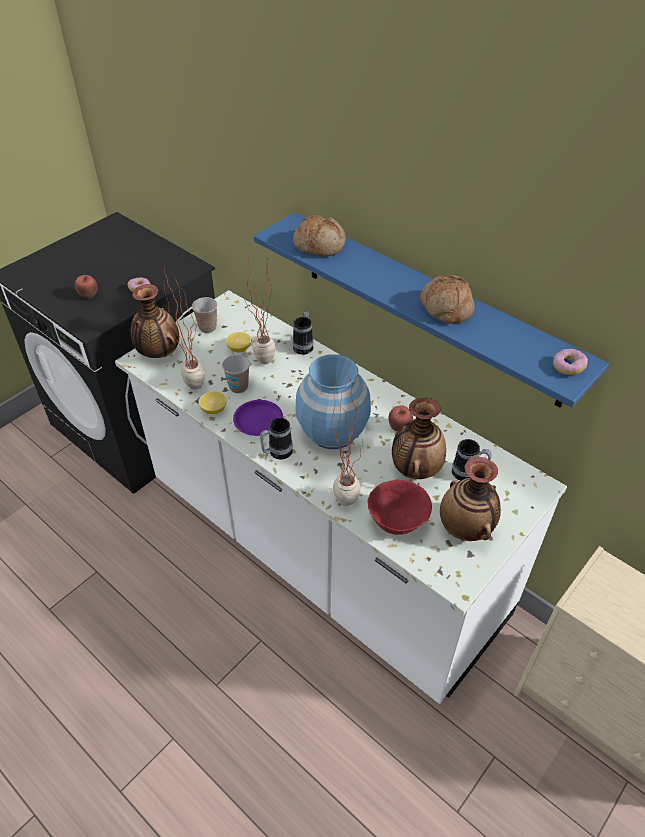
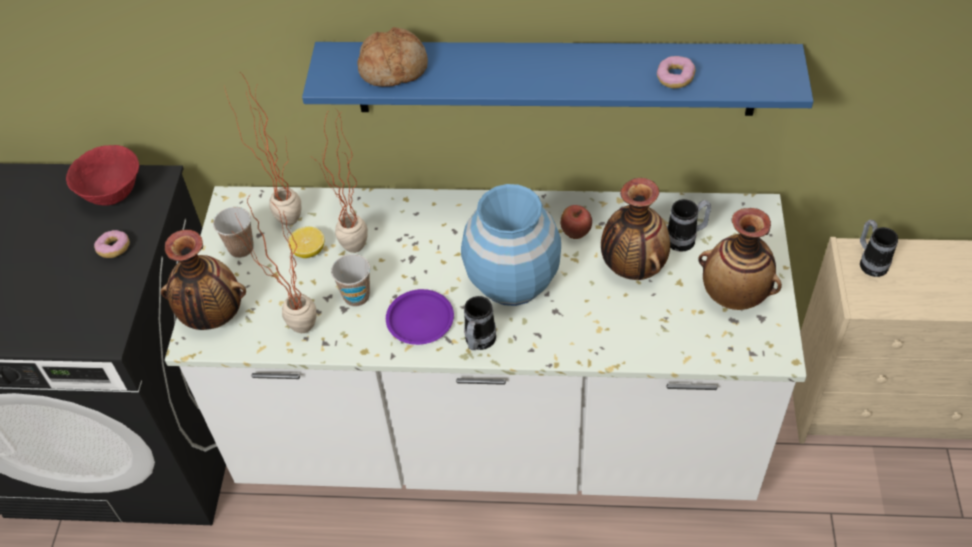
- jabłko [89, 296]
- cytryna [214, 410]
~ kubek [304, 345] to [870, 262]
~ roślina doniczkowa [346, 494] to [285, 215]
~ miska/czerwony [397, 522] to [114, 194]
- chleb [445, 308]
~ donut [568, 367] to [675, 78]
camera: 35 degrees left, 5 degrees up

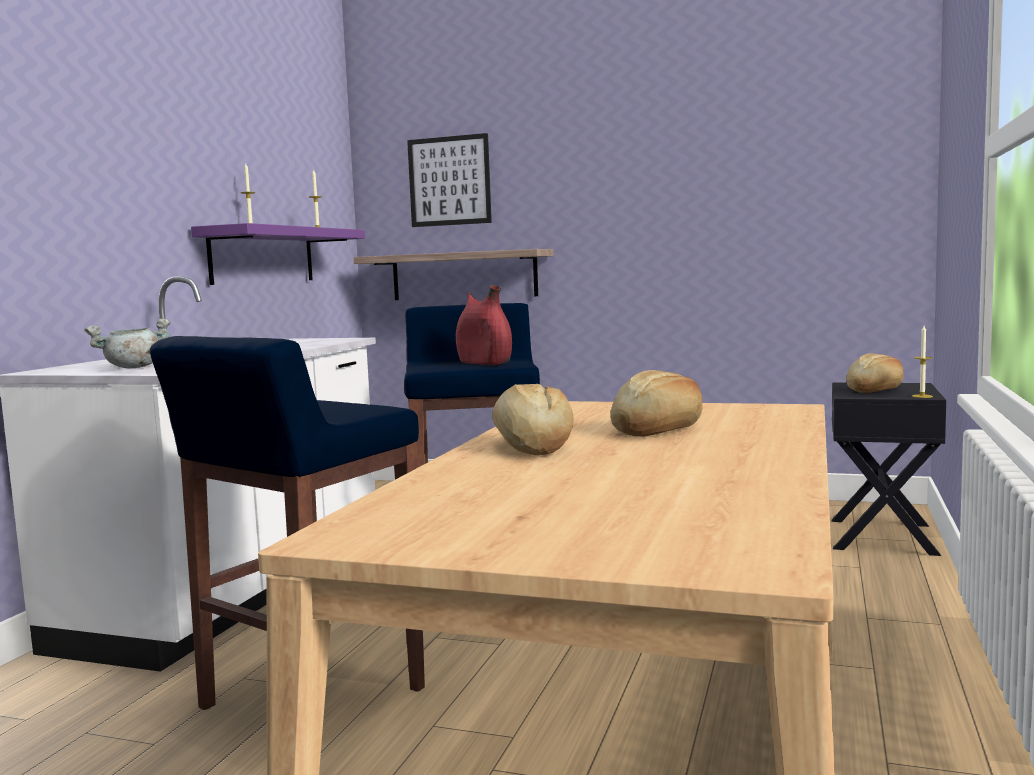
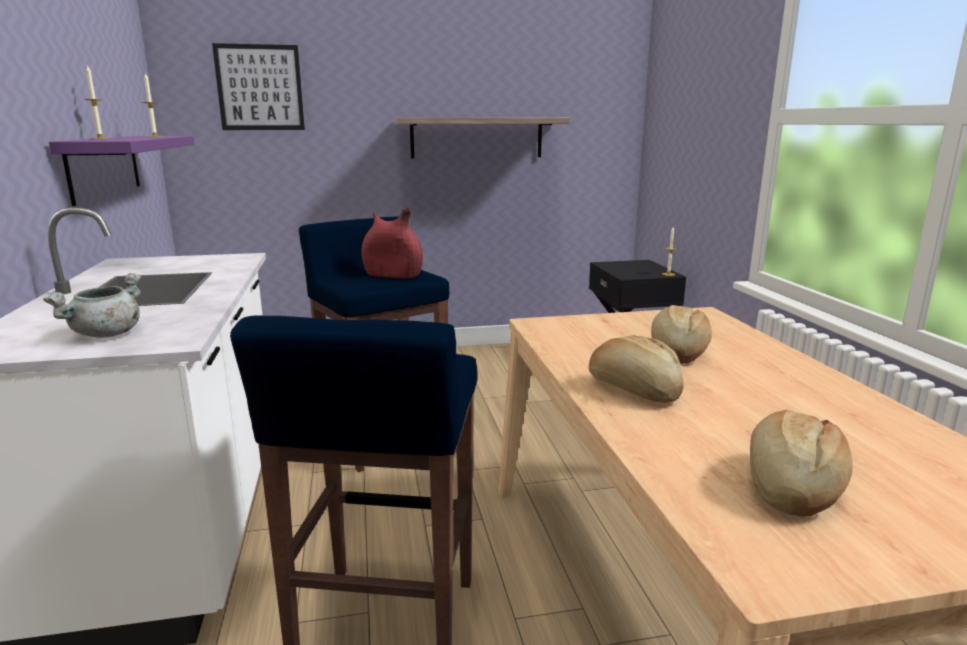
~ półka [464, 275] to [477, 137]
~ chleb [874, 390] to [789, 486]
camera: 30 degrees left, 10 degrees up

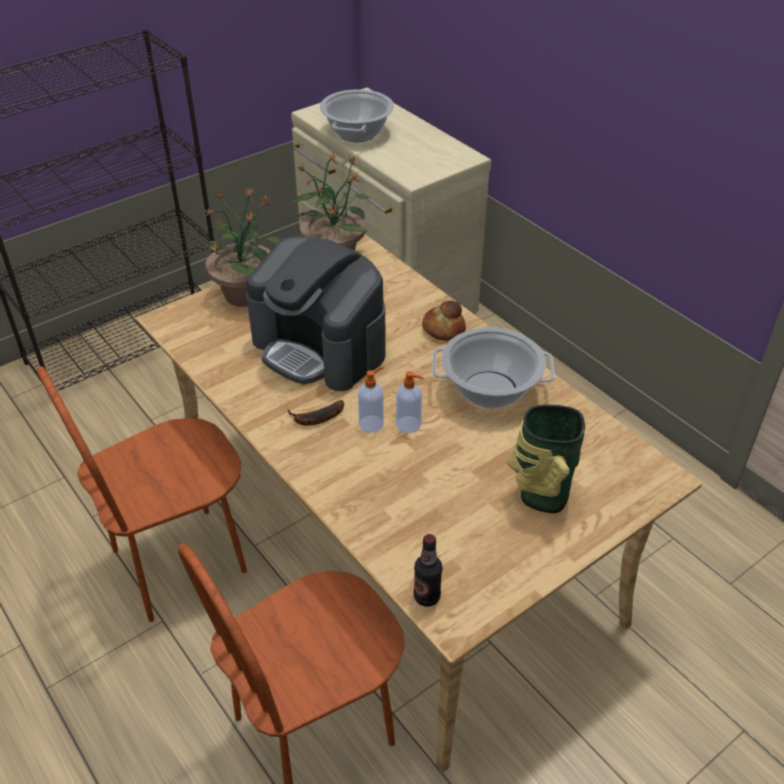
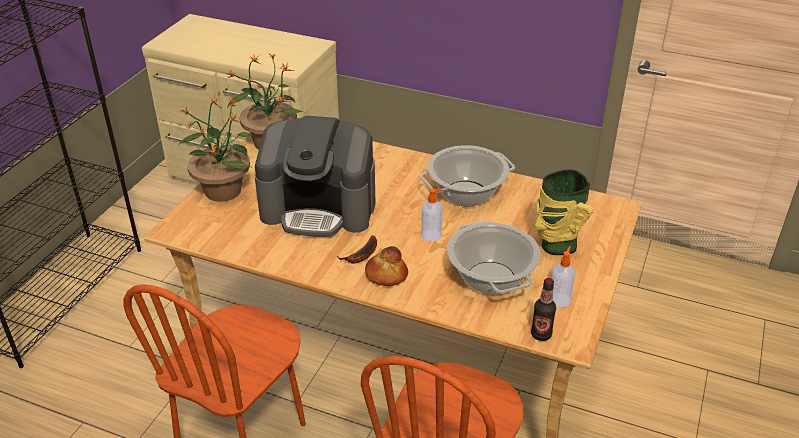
~ garnek [357, 133] to [491, 278]
~ dozownik mydła [372, 423] to [559, 299]
~ chleb [444, 329] to [386, 275]
camera: 30 degrees left, 5 degrees down

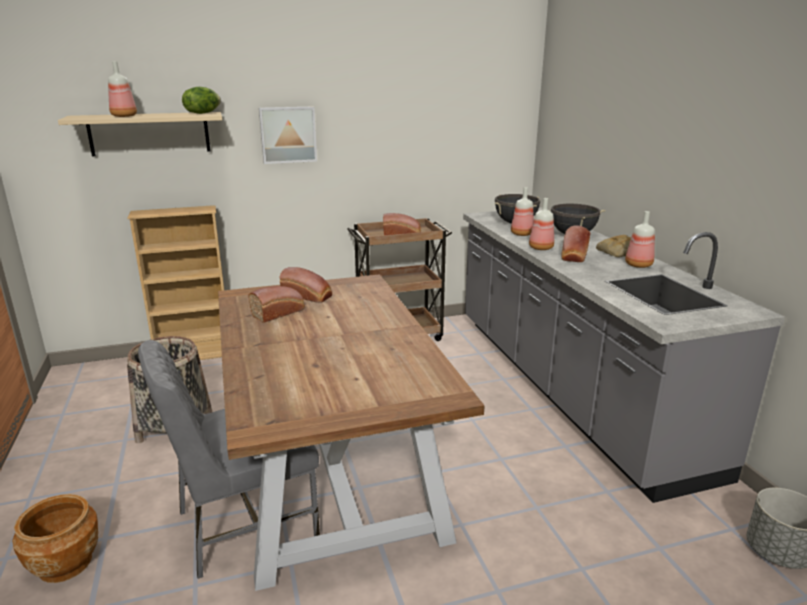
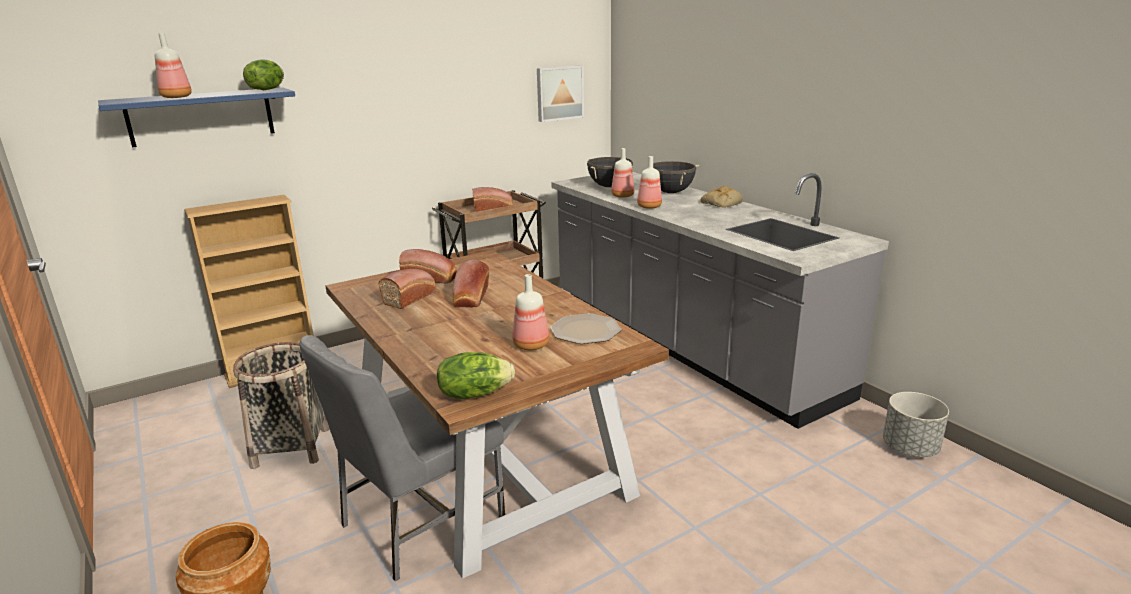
~ półka/beżowy [149, 133] to półka/niebieski [201, 116]
~ obraz [288, 134] to [559, 93]
~ chleb [574, 255] to [471, 298]
~ butelka [637, 265] to [529, 345]
+ sałata [474, 393]
+ talerz [585, 330]
camera: 15 degrees left, 0 degrees up

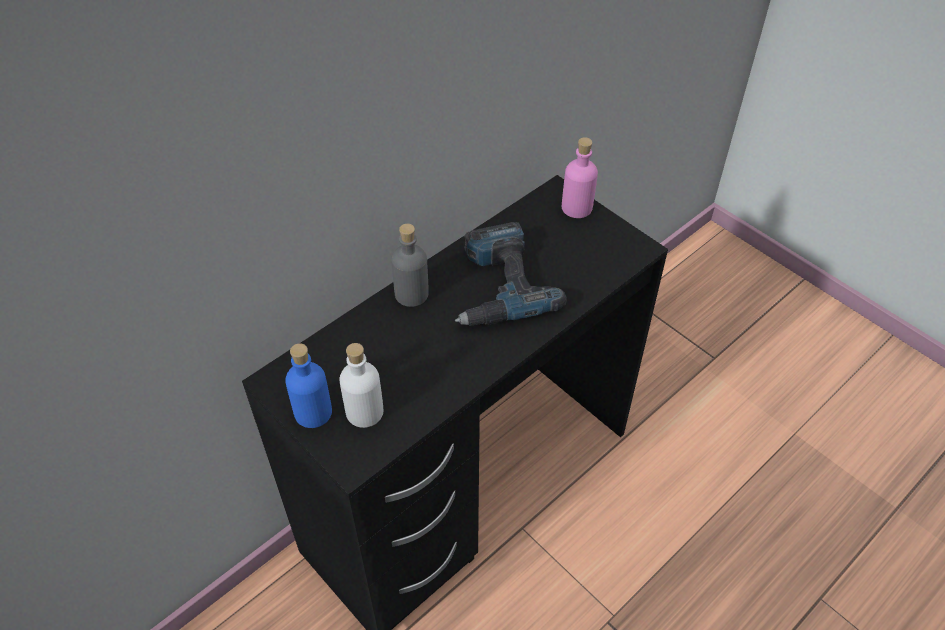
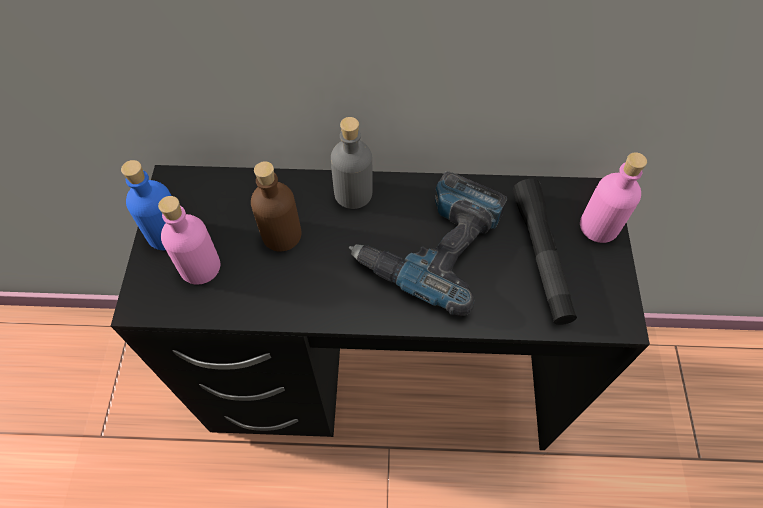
~ butelka/biały [364, 412] to butelka/różowy [200, 266]
+ butelka/brązowy [281, 234]
+ latarka/czarny [541, 256]
camera: 45 degrees right, 10 degrees up

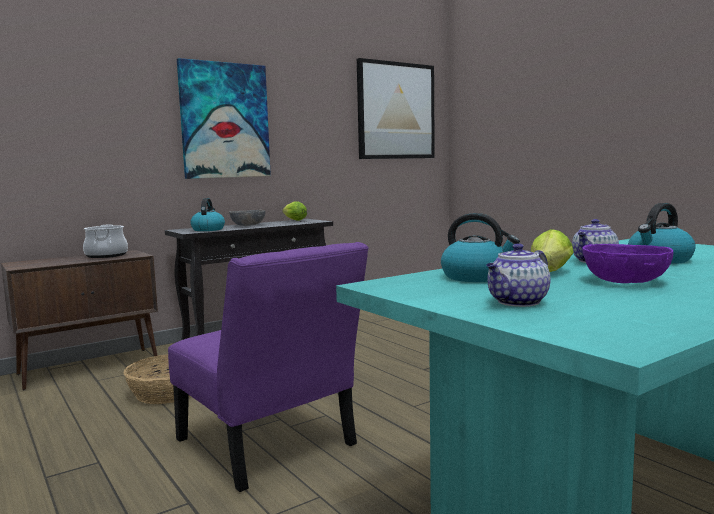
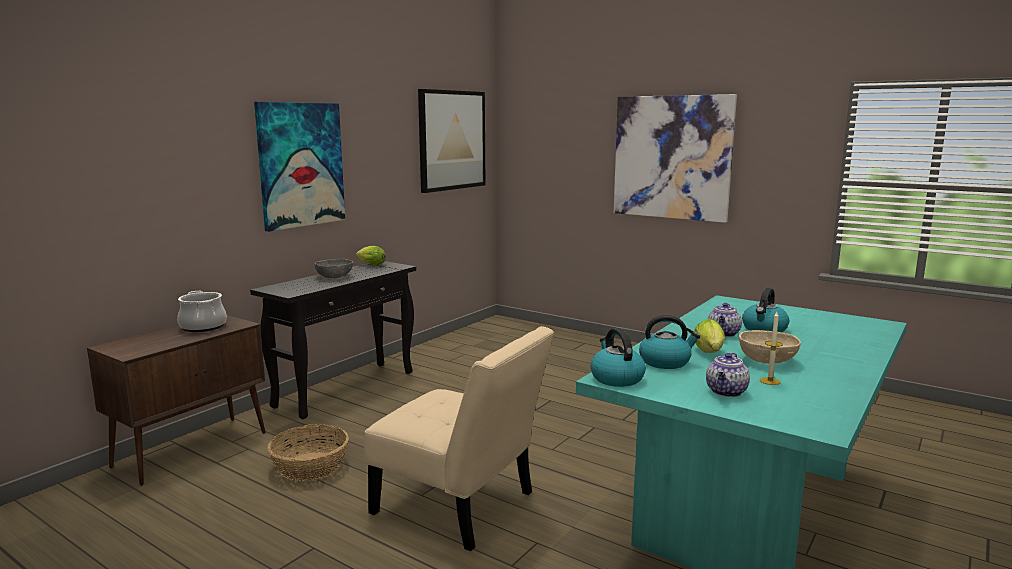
~ krzesło/fioletowy [270, 447] to krzesło/beżowy [460, 506]
~ czajnik [208, 229] to [616, 378]
~ miska/fioletowy [625, 281] to miska/beżowy [767, 360]
+ obraz [672, 157]
+ świeca [770, 381]
camera: 20 degrees left, 5 degrees up

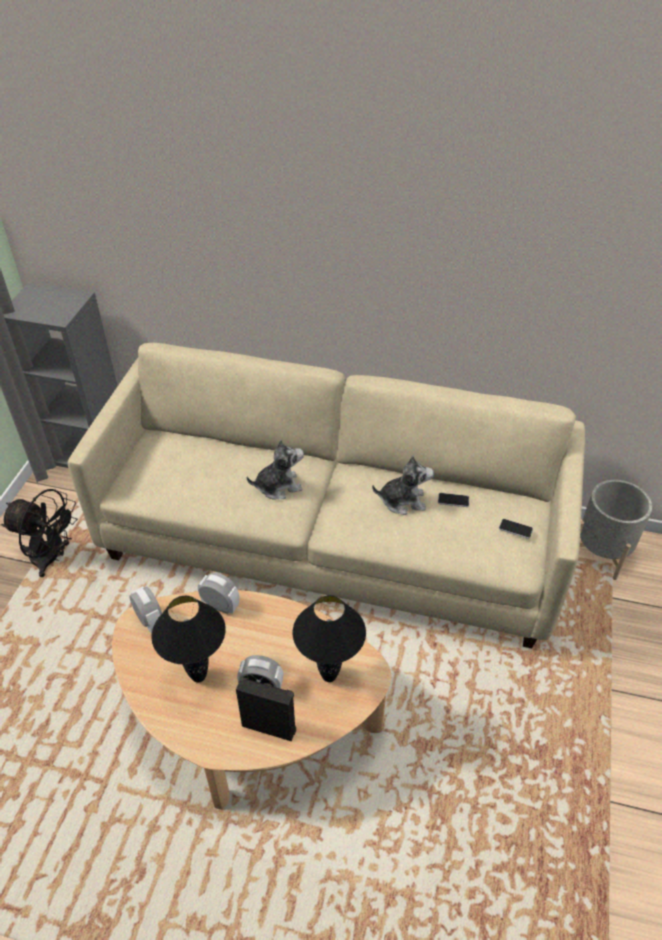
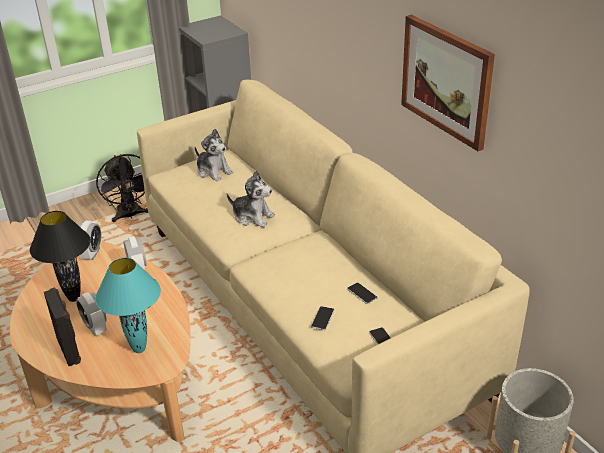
~ lampa stołowa/czarny [330, 676] to lampa stołowa/turkusowy [140, 349]
~ pluszak [402, 501] to [213, 171]
+ telefon [323, 318]
+ obraz [446, 80]
camera: 45 degrees right, 10 degrees down

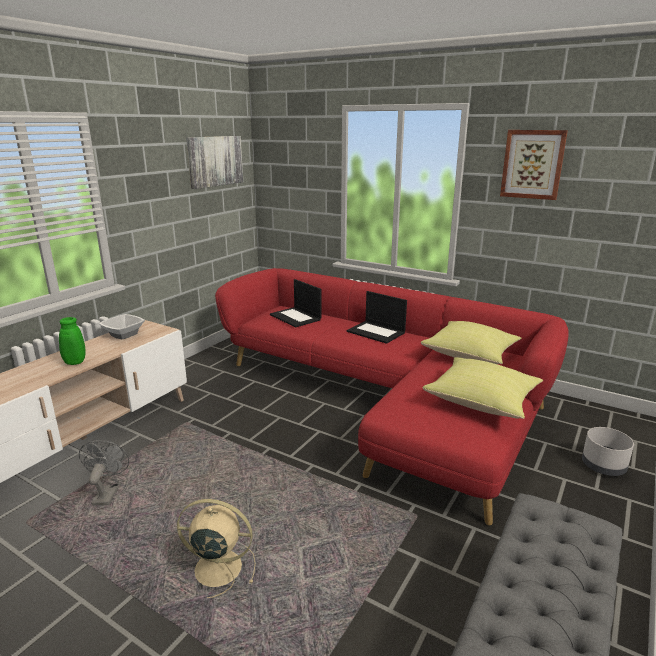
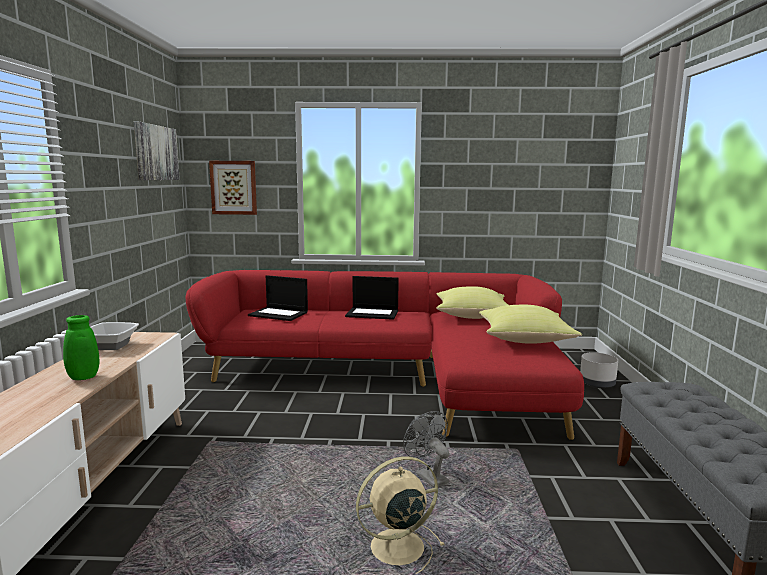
~ wentylator/szary [107, 493] to [428, 476]
~ obraz [532, 164] to [234, 187]
camera: 30 degrees left, 10 degrees down

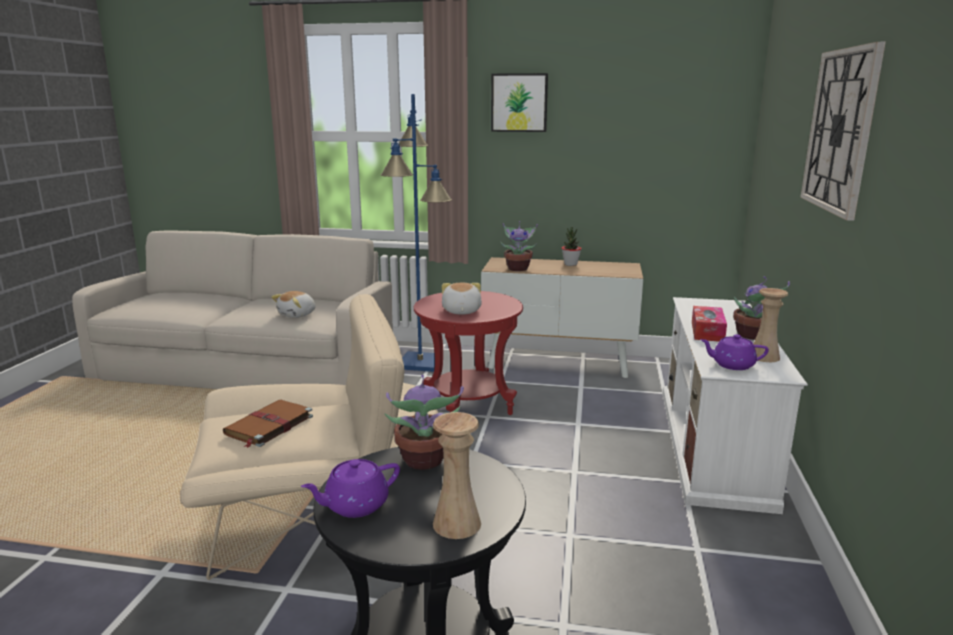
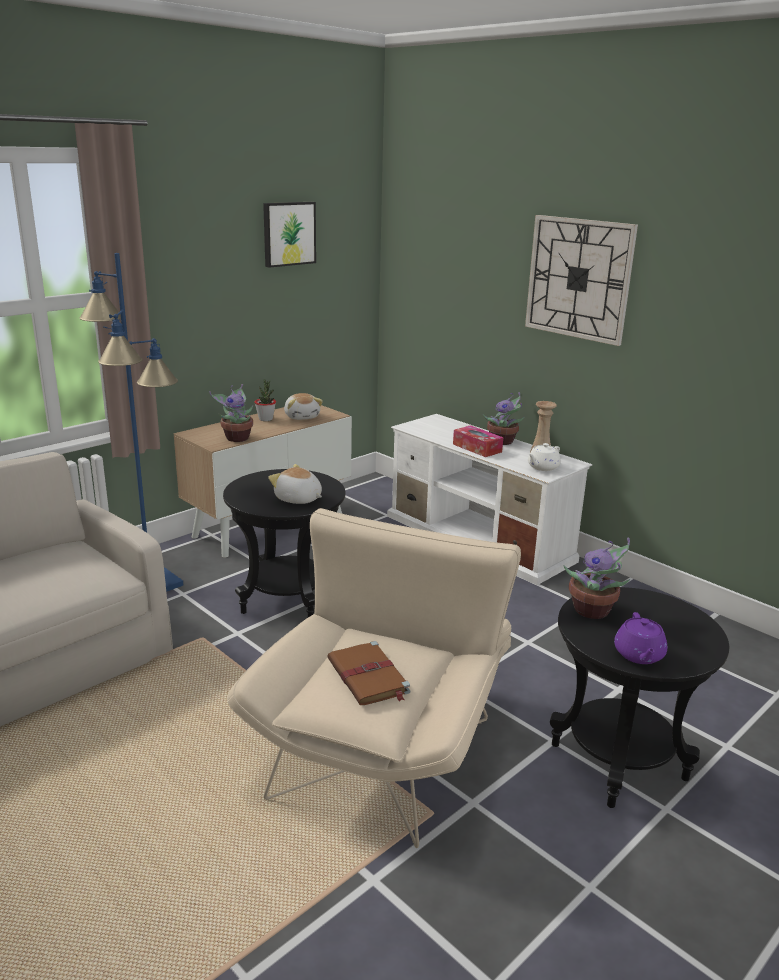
~ pluszak [298, 315] to [302, 416]
~ stolik/czerwony [468, 408] to stolik/czarny [287, 599]
- wazon/beżowy [457, 523]
~ obraz [519, 102] to [288, 233]
~ imbryk/fioletowy [732, 365] to imbryk/biały [542, 467]
camera: 55 degrees left, 5 degrees up

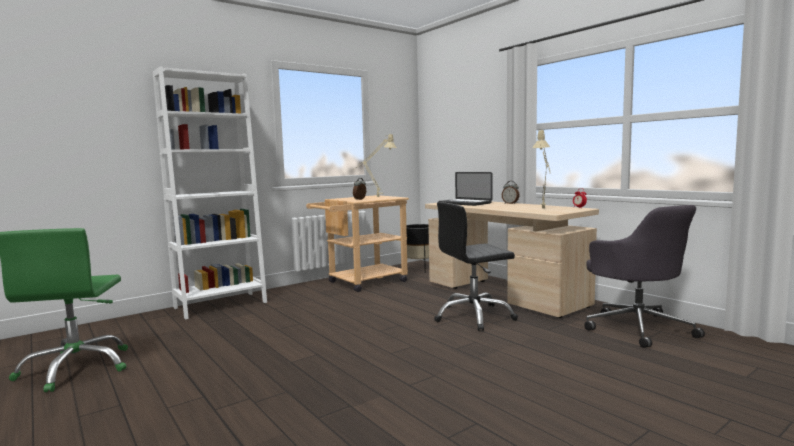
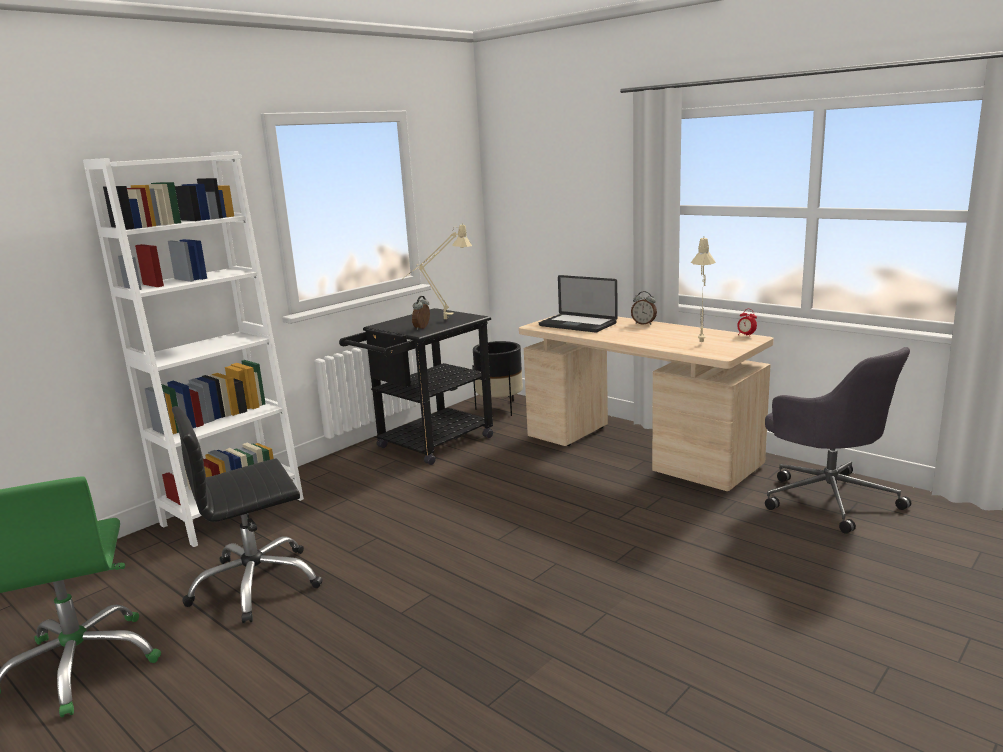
~ wózek/beżowy [362, 283] to wózek/czarny [428, 445]
~ krzesło biurowe/czarny [474, 316] to [256, 584]
camera: 10 degrees left, 10 degrees up

